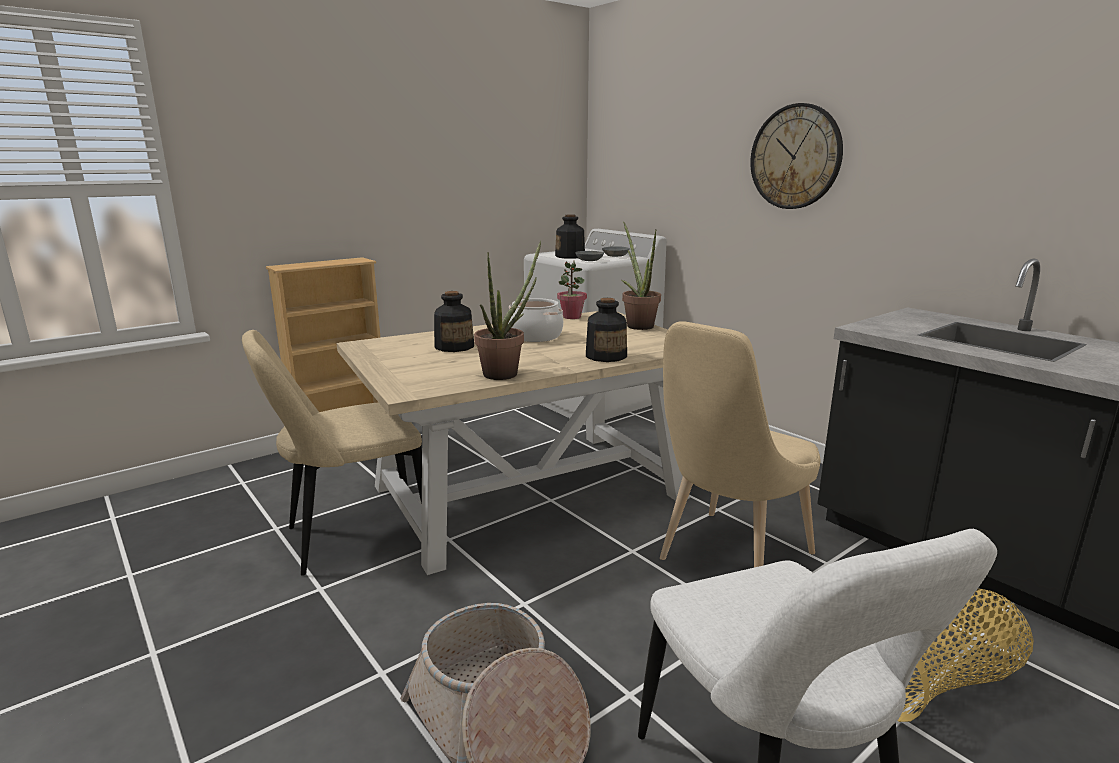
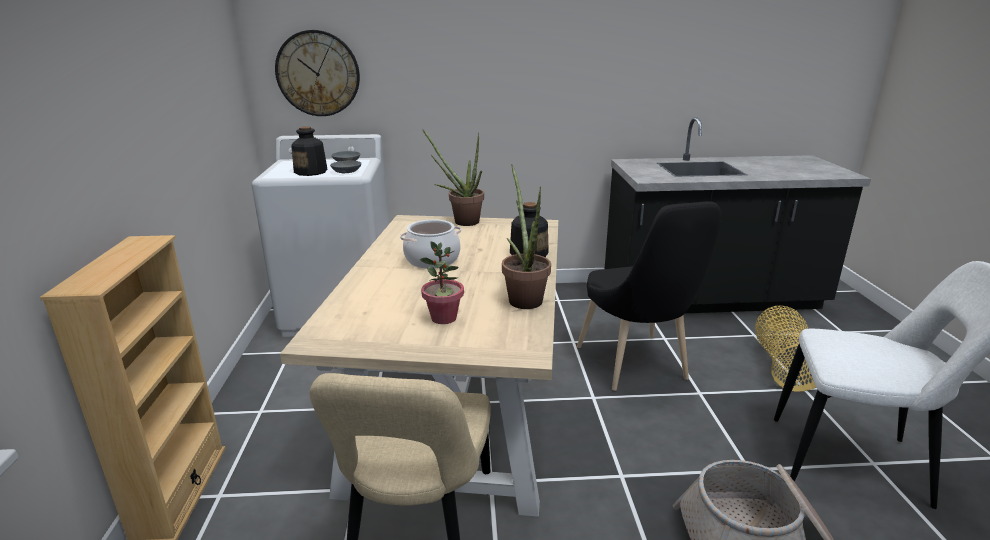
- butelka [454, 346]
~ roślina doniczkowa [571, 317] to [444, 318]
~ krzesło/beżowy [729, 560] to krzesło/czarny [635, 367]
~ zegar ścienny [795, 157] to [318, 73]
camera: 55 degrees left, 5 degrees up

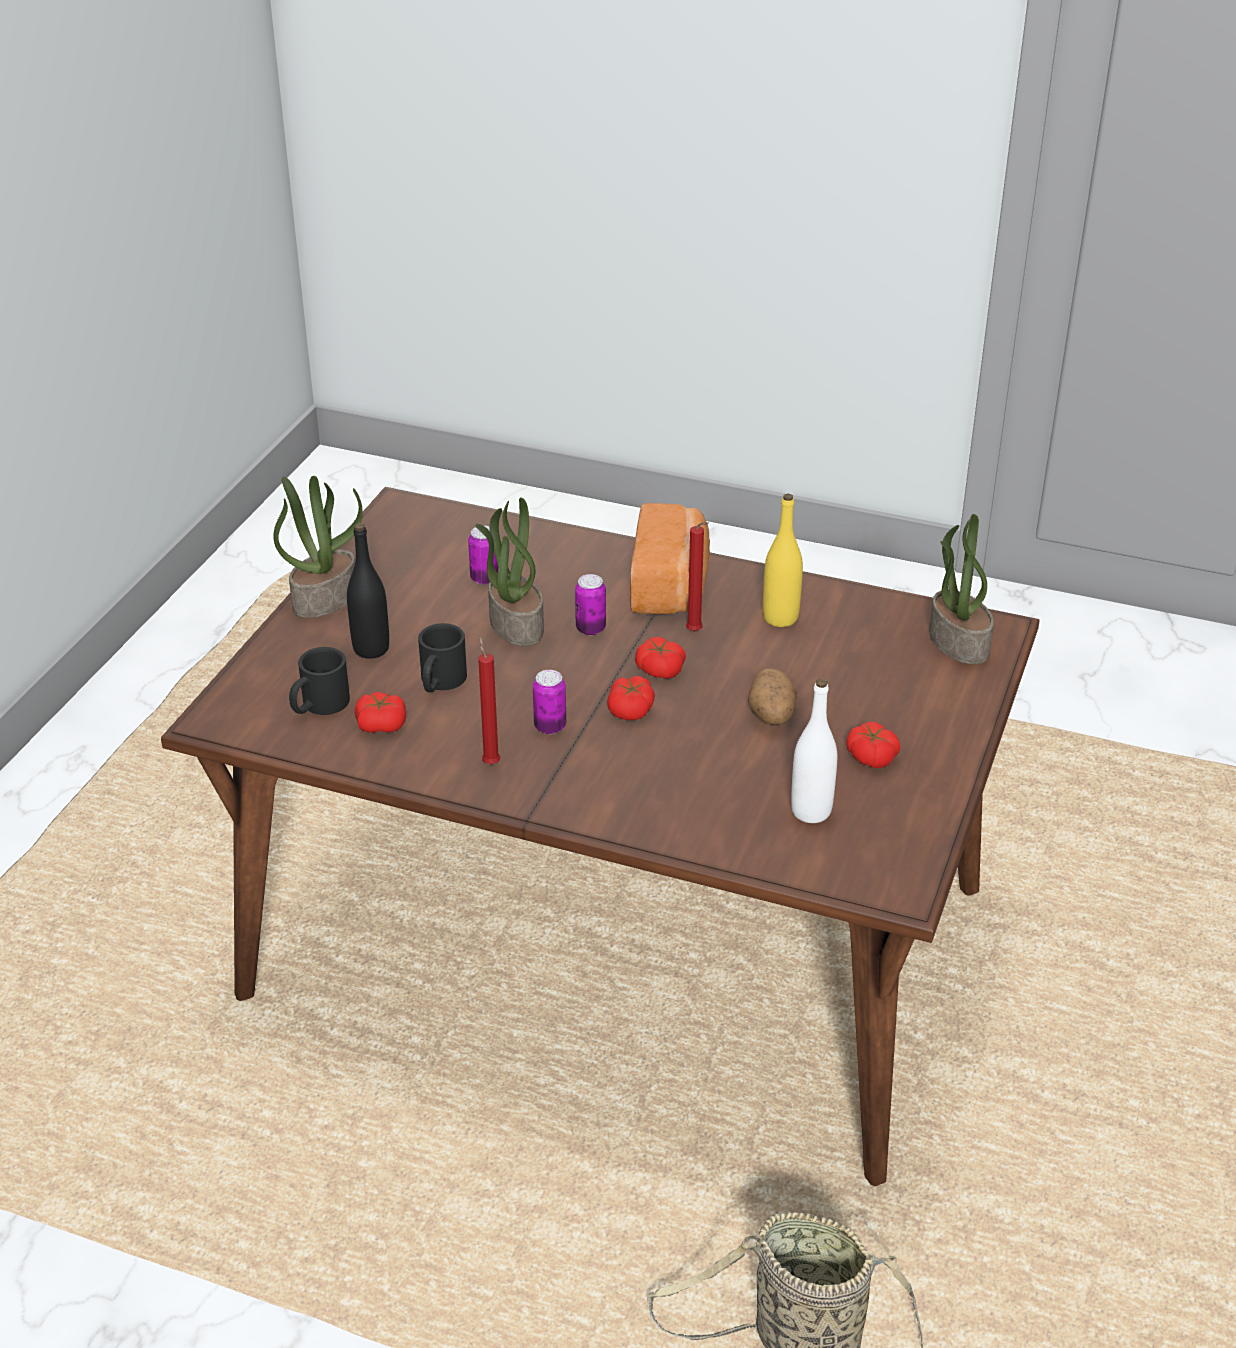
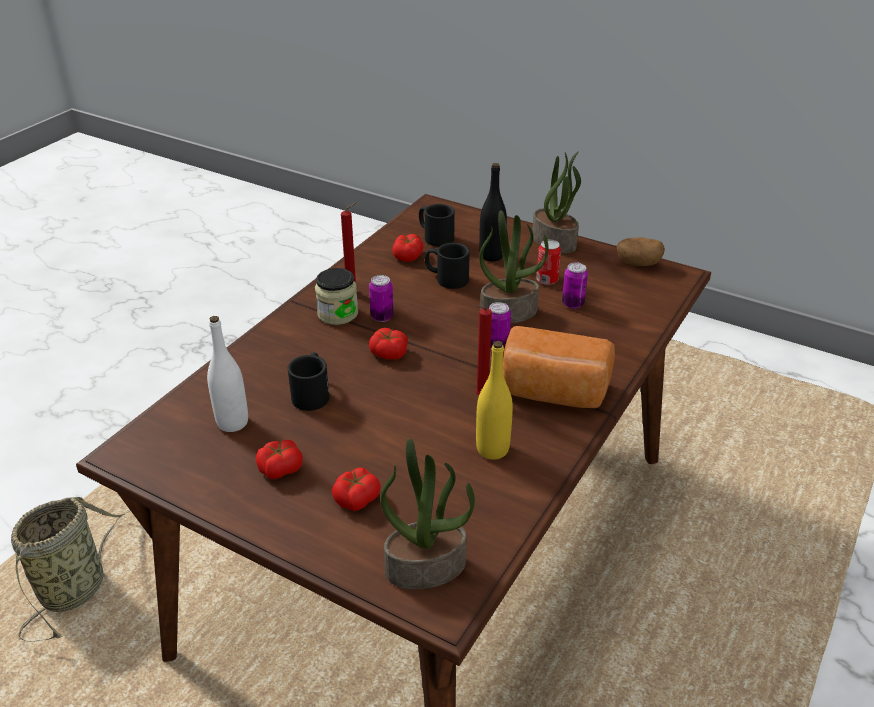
~ pomidor [660, 669] to [356, 498]
~ ziemniak [771, 716] to [638, 263]
+ kubek/czarny [312, 393]
+ słoik [337, 314]
+ puszka [547, 280]
camera: 100 degrees right, 0 degrees up

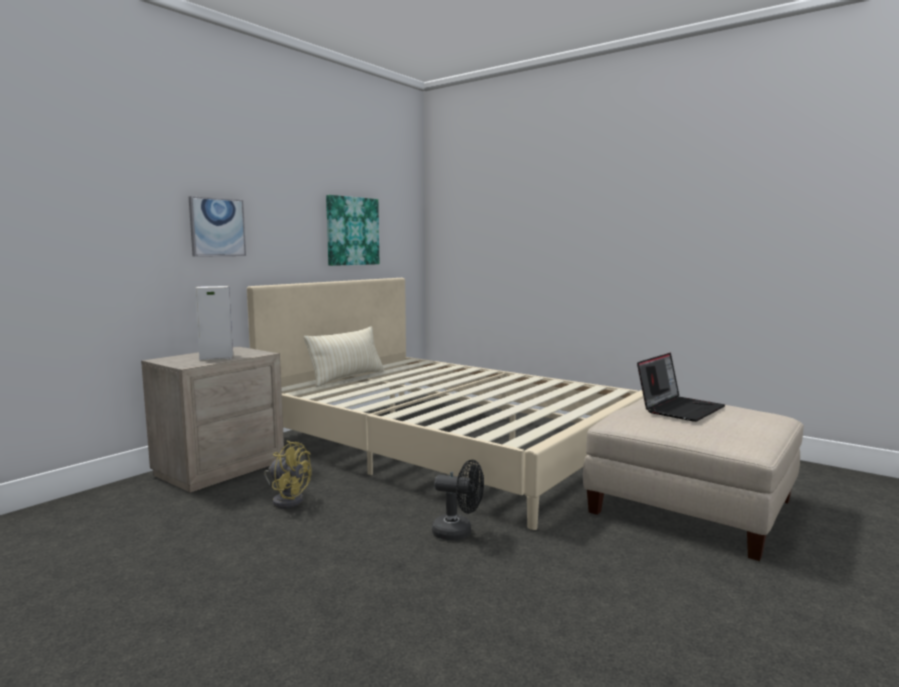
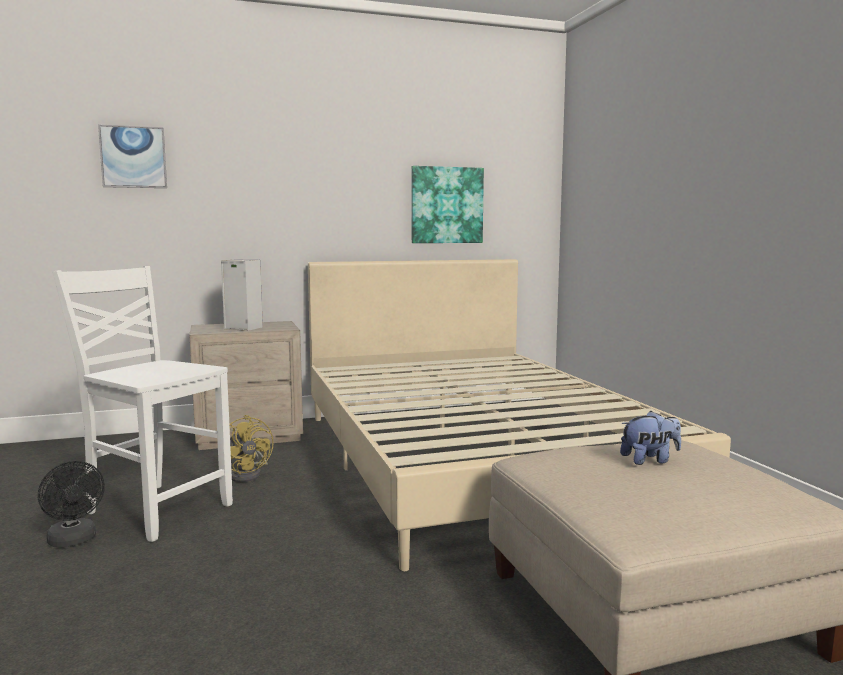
~ obraz [217, 227] to [133, 157]
- poduszka/beżowy [347, 378]
~ wentylator/czarny [458, 533] to [74, 541]
~ laptop [679, 408] to pluszak [650, 460]
+ krzesło/biały [157, 509]
camera: 35 degrees right, 0 degrees up

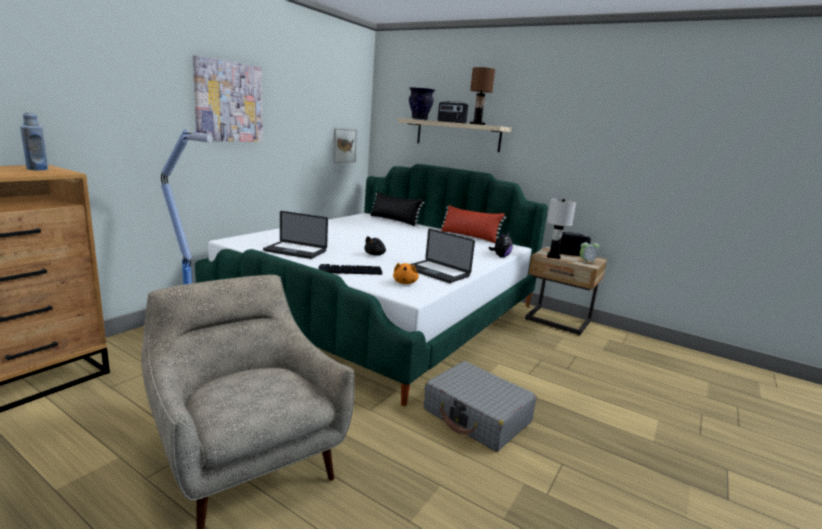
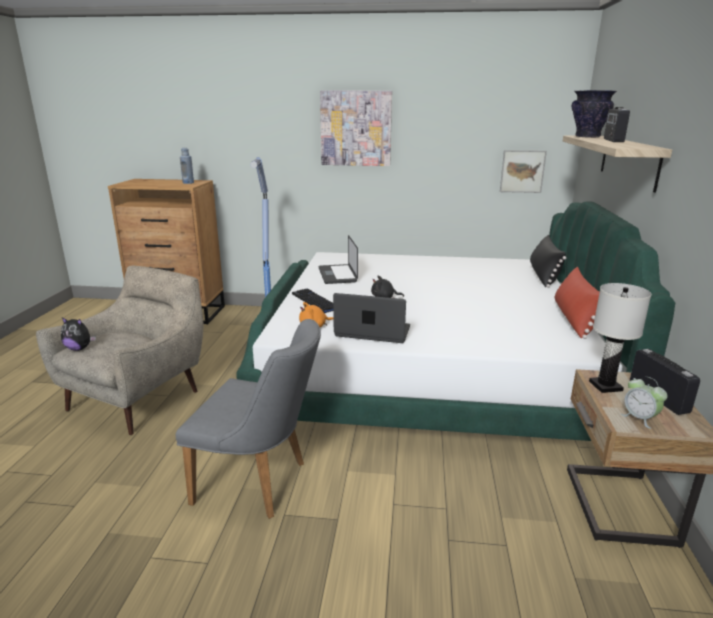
~ laptop [437, 272] = [372, 332] 90 degrees clockwise
~ walizka/szary [477, 416] to krzesło/szary [260, 483]
- lampa stołowa/brązowy [477, 124]
~ pluszak [500, 256] to [79, 348]
camera: 65 degrees right, 5 degrees up

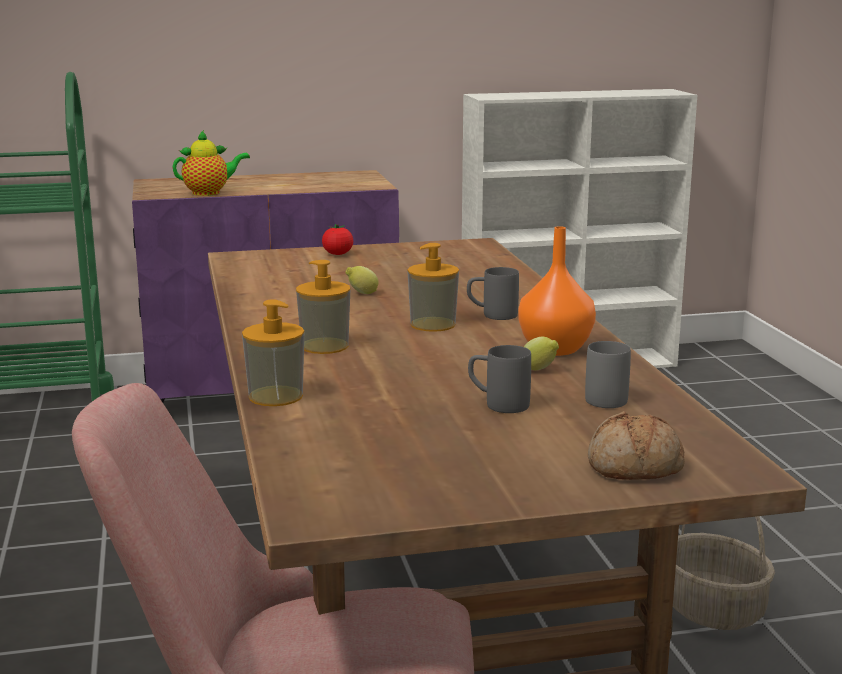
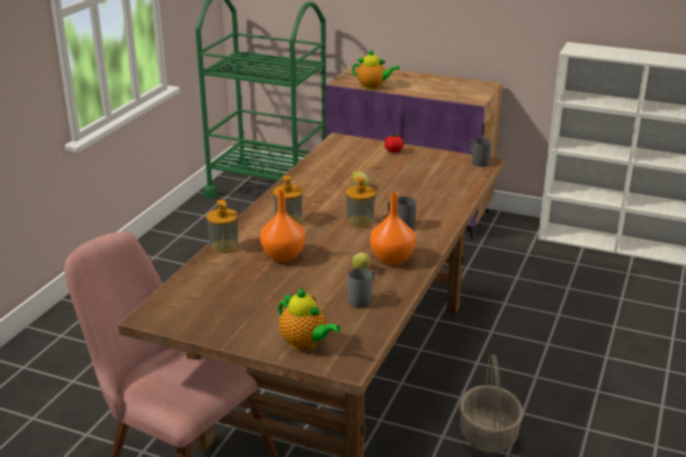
~ kubek/szary [498, 404] to [477, 161]
~ chleb [634, 467] to imbryk [305, 343]
+ wazon/pomarańczowy [282, 256]
camera: 35 degrees right, 10 degrees up

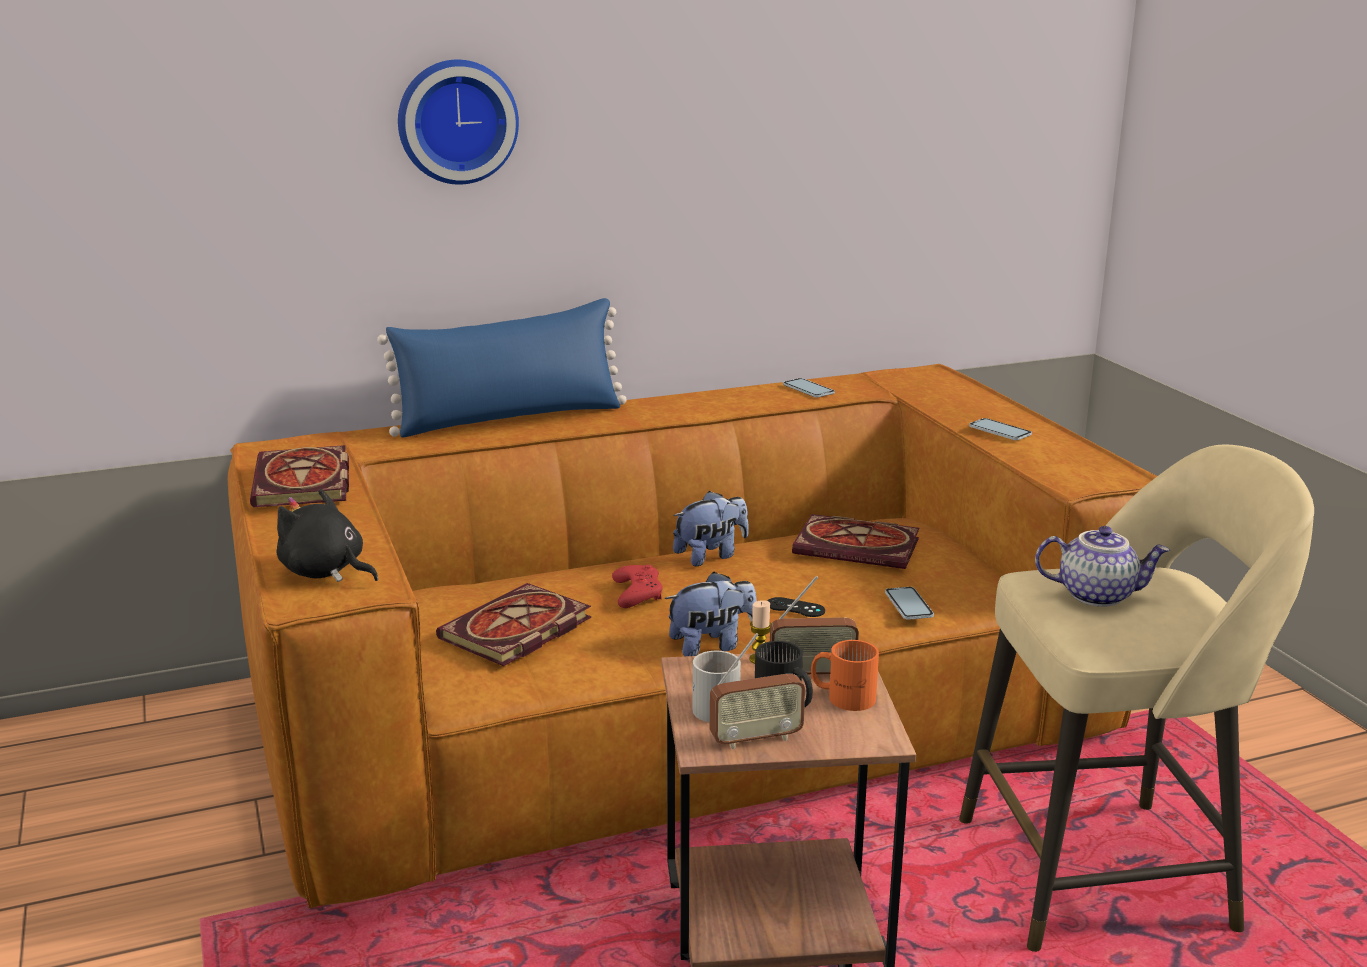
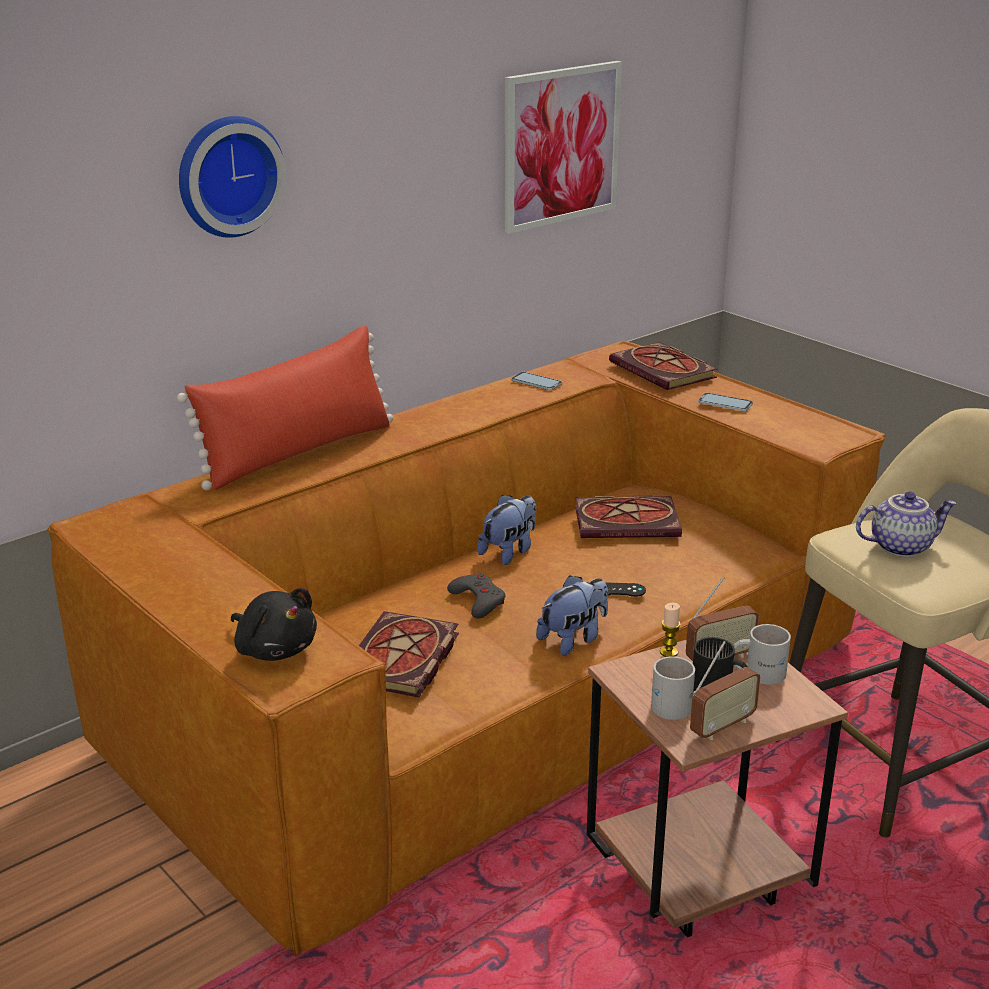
~ książka [304, 483] to [665, 371]
~ pluszak/czarny [326, 572] = [274, 649] 150 degrees counterclockwise
~ poduszka/niebieski [510, 418] to poduszka/czerwony [298, 452]
~ pad do gier/czerwony [637, 592] to pad do gier/szary [478, 600]
~ kubek/pomarańczowy [843, 695] to kubek/biały [757, 672]
- telefon [908, 604]
+ obraz [560, 145]
camera: 20 degrees left, 5 degrees up

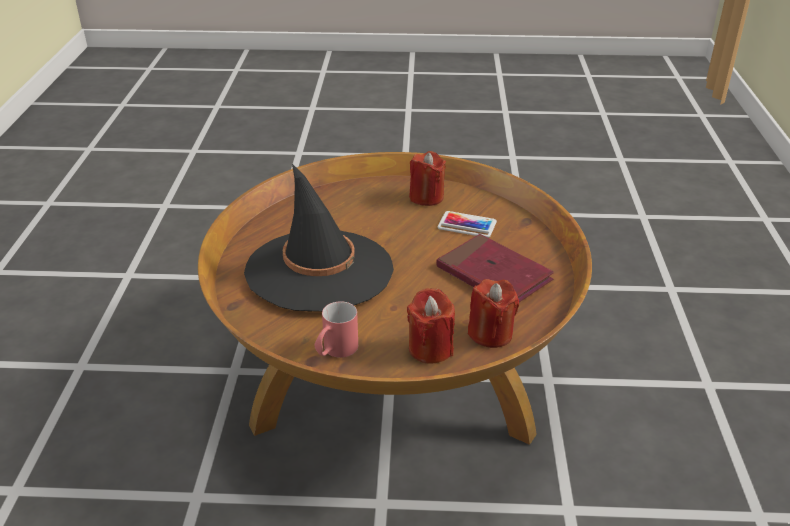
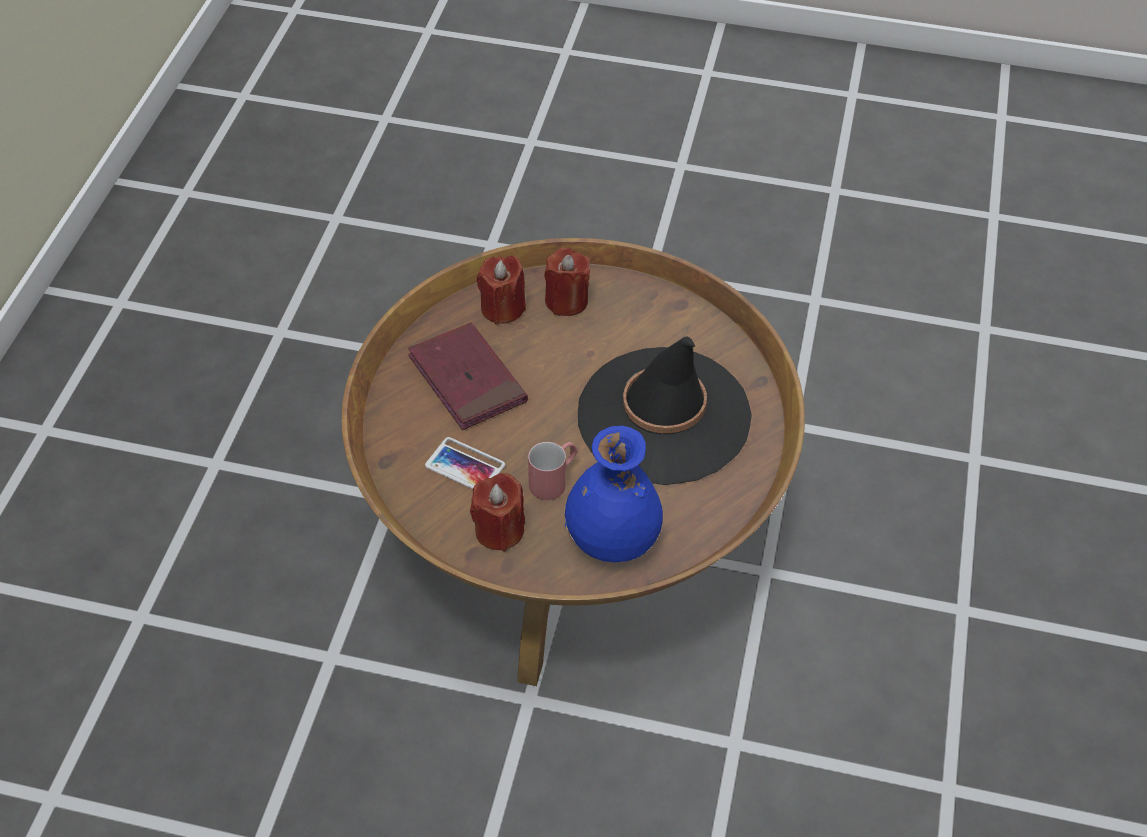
~ kubek/czerwony [335, 351] to [554, 480]
+ wazon/niebieski [612, 541]
camera: 170 degrees left, 15 degrees up

